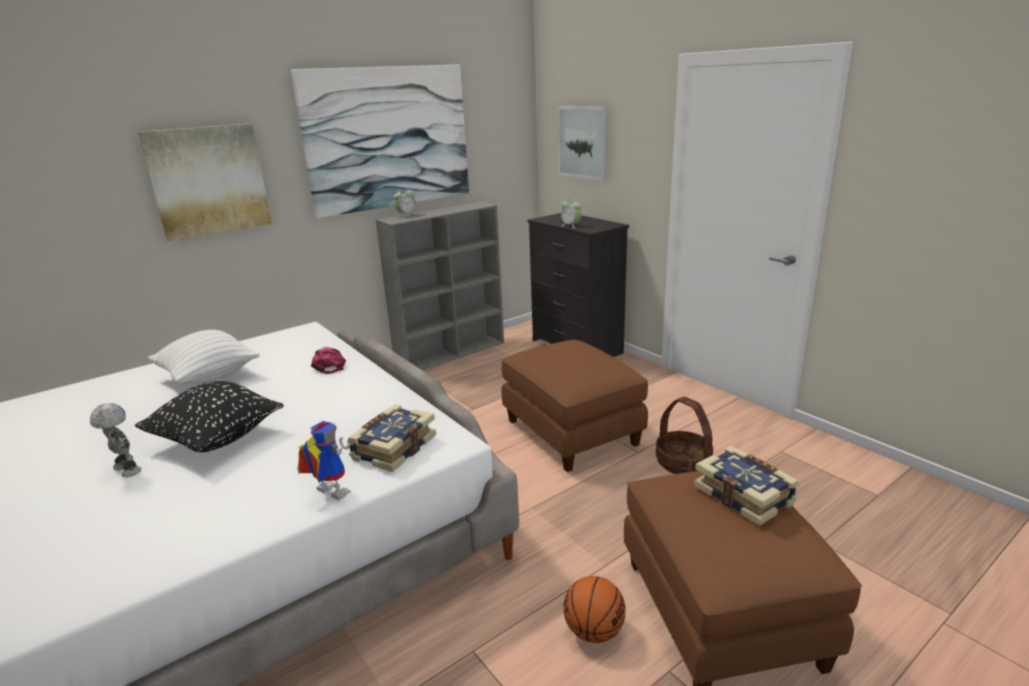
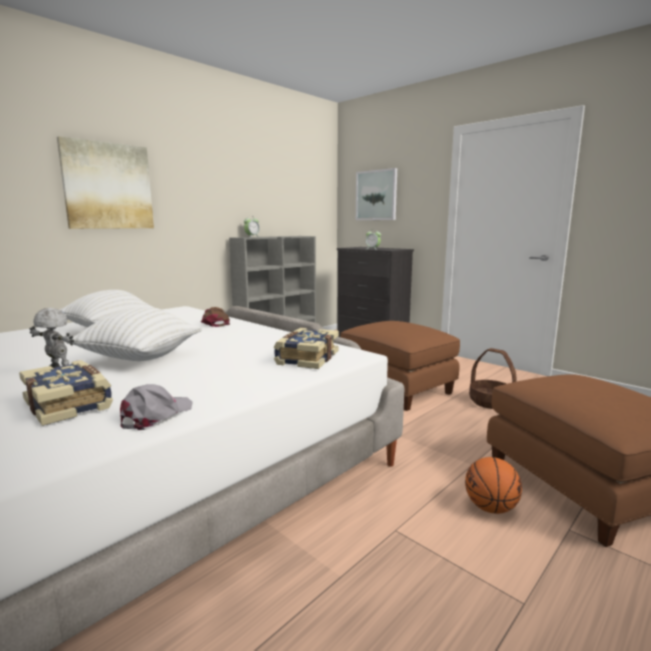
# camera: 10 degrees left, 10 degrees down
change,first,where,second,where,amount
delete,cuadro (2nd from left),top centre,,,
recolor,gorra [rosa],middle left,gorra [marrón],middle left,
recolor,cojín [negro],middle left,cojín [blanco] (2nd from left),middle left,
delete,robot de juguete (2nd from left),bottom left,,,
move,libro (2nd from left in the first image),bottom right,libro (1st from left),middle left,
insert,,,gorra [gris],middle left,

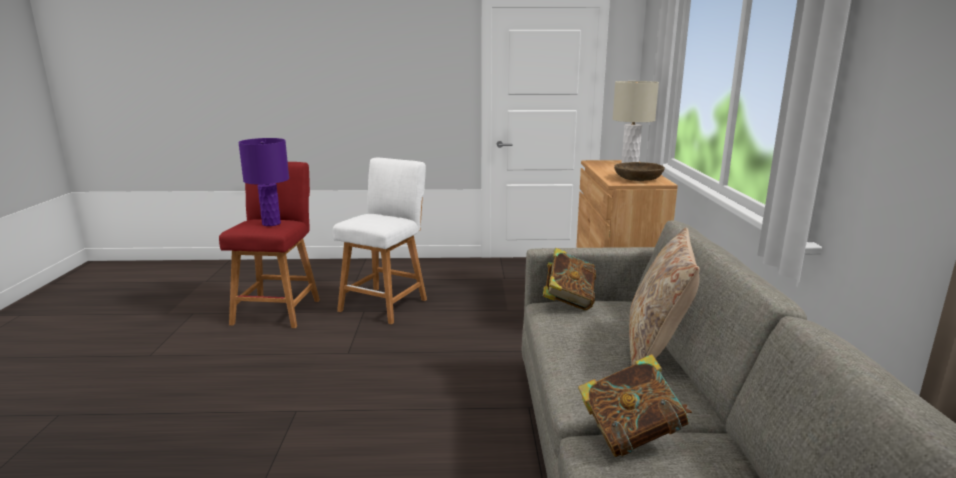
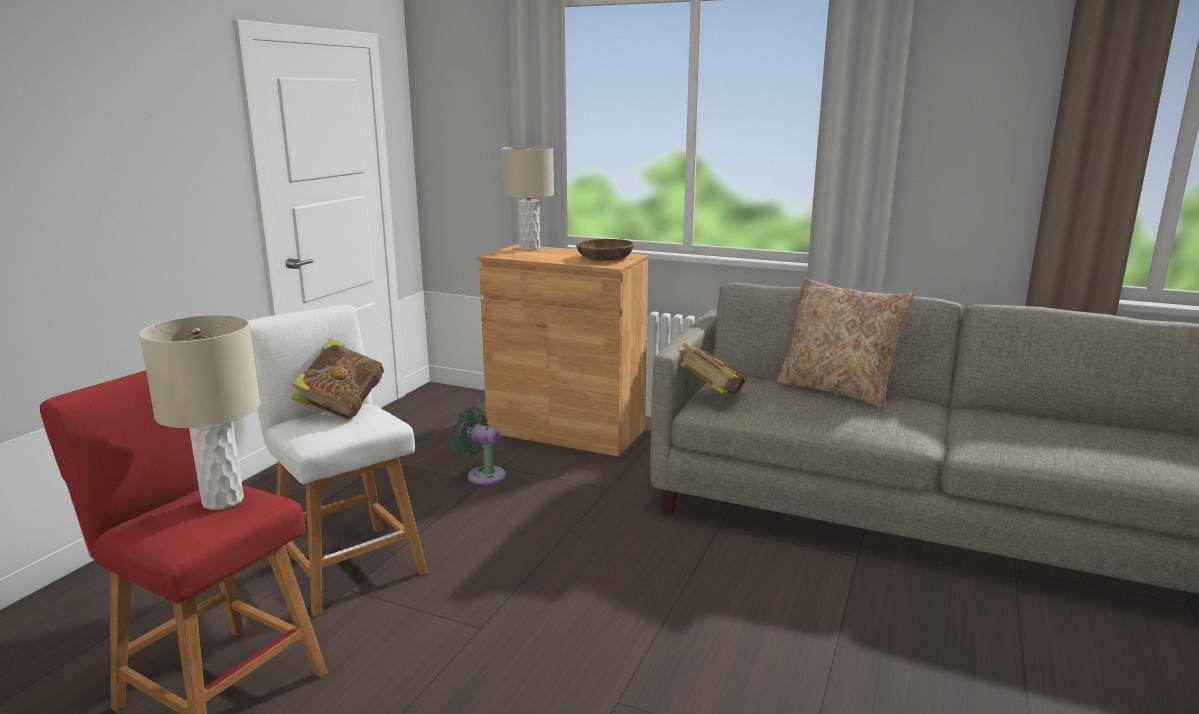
# camera: 65 degrees left, 0 degrees up
change,first,where,second,where,amount
recolor,lámpara de mesa [morado],middle left,lámpara de mesa [beis] (1st from left),middle left,
move,libro (2nd from left in the first image),bottom centre,libro (1st from left),middle left,
insert,,,ventilador [verde],centre,

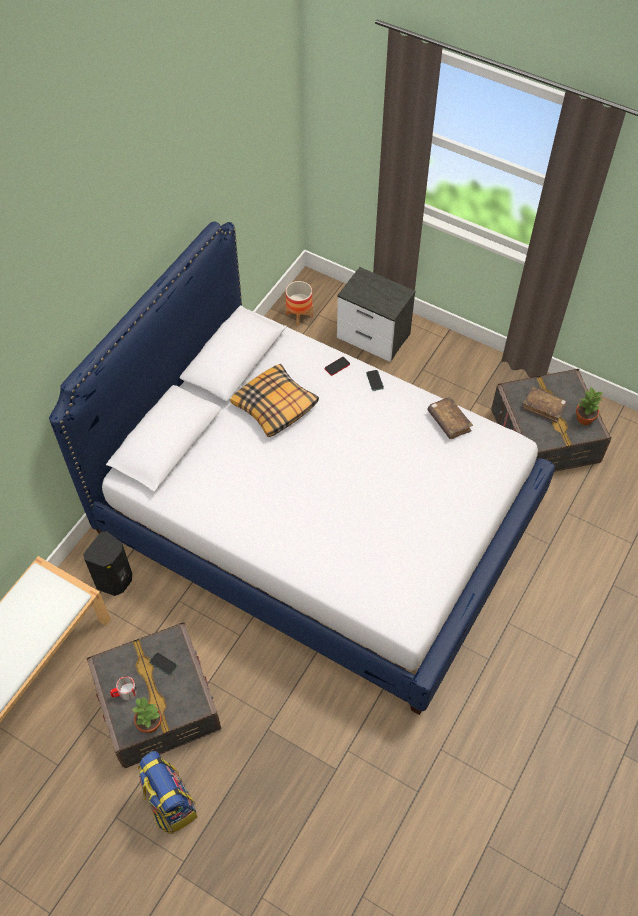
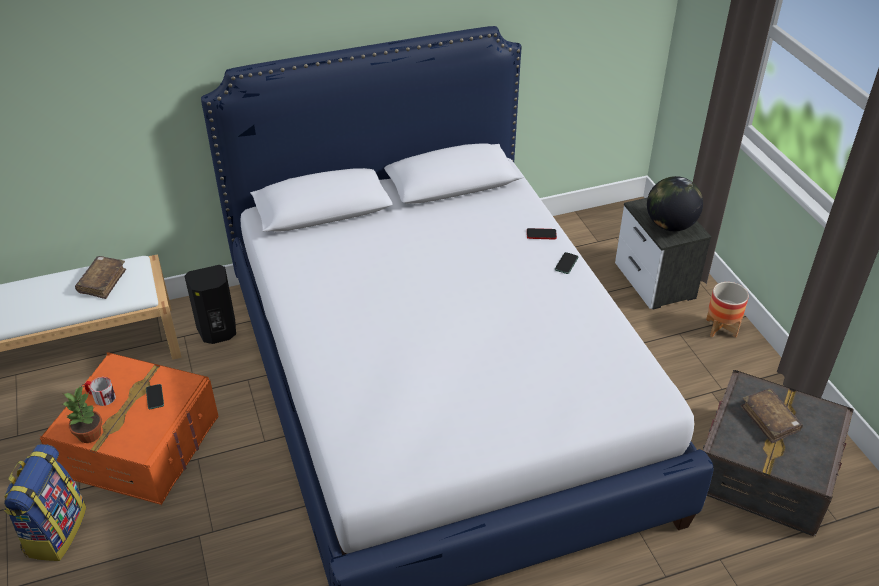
# camera: 40 degrees right, 15 degrees down
change,first,where,second,where,amount
move,maceta,top centre,,middle right,
delete,cojín,centre,,,
delete,planta en maceta (2nd from left),middle right,,,
move,libro [marrón] (1st from left),middle right,,middle left,
recolor,caja de almacenaje [gris] (1st from left),bottom left,caja de almacenaje [naranja],bottom left,
insert,,,globo terráqueo,middle right,

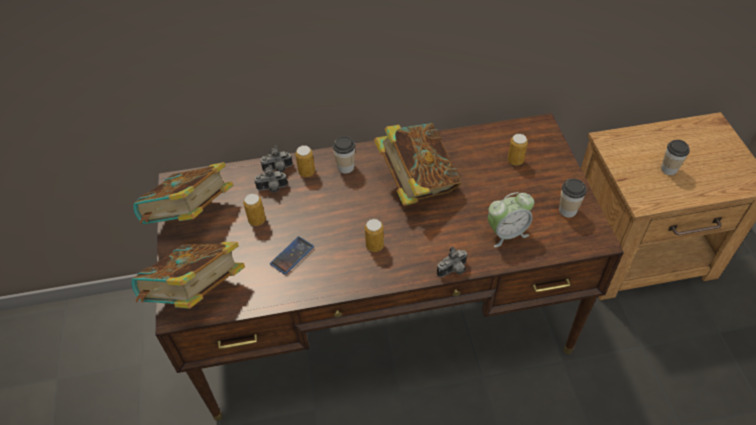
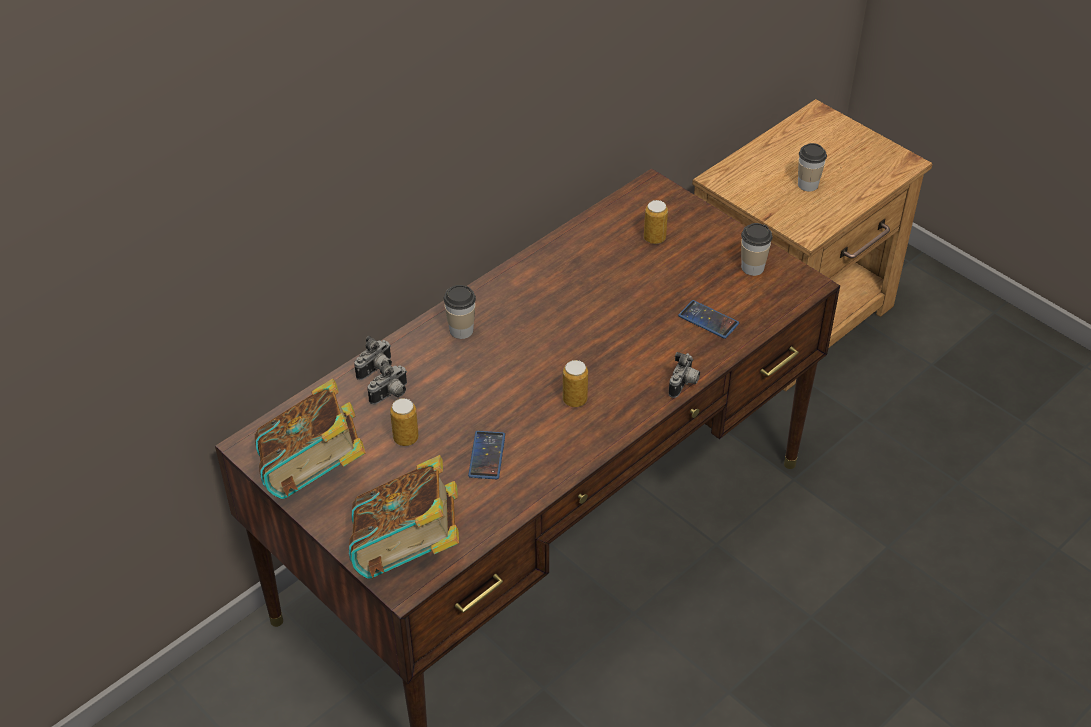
# camera: 35 degrees left, 5 degrees down
change,first,where,second,where,amount
delete,libro (3rd from left),centre,,,
delete,lata (2nd from left),centre,,,
replace,despertador,middle right,móvil (2nd from left),centre,

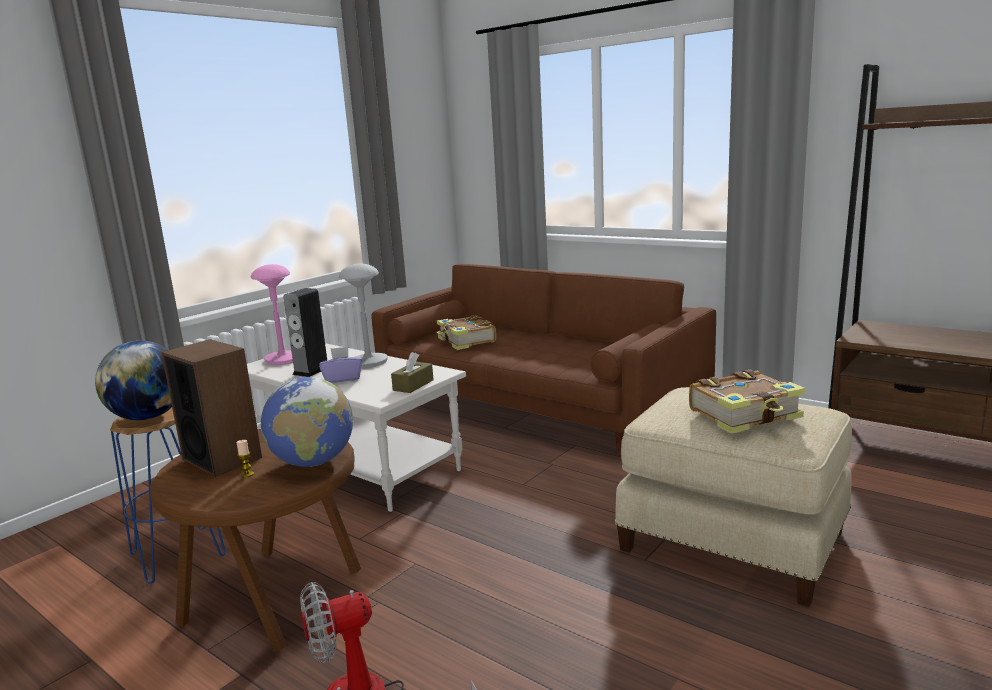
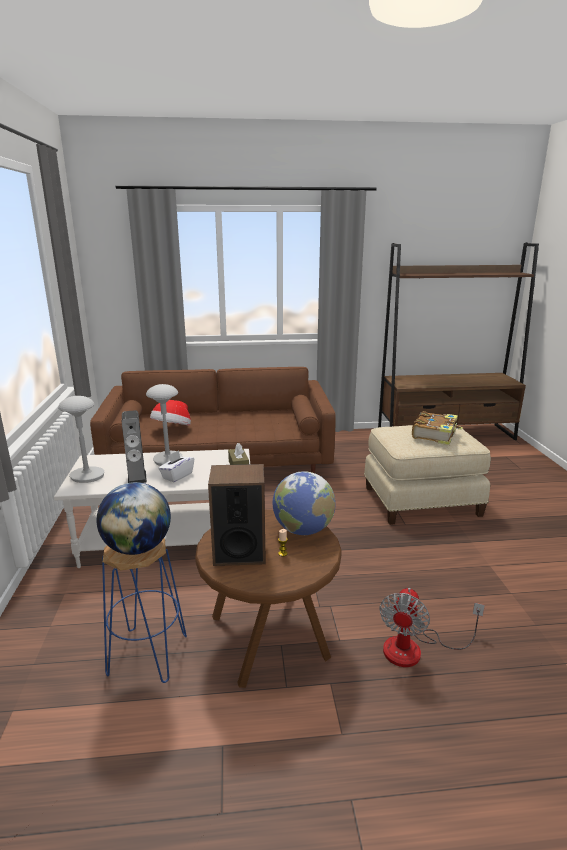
# camera: 45 degrees left, 5 degrees up
change,first,where,second,where,amount
recolor,lámpara de mesa [rosa],middle left,lámpara de mesa [gris] (1st from left),middle left,
replace,libro (1st from left),centre,sombrero,middle left,
recolor,caja de pañuelos [morado],centre,caja de pañuelos [blanco],middle left,

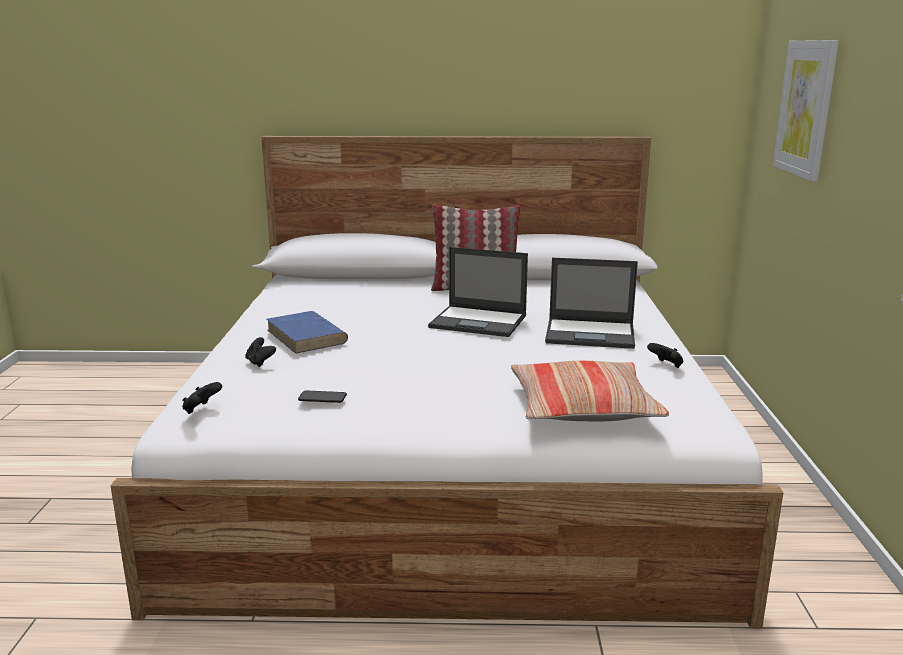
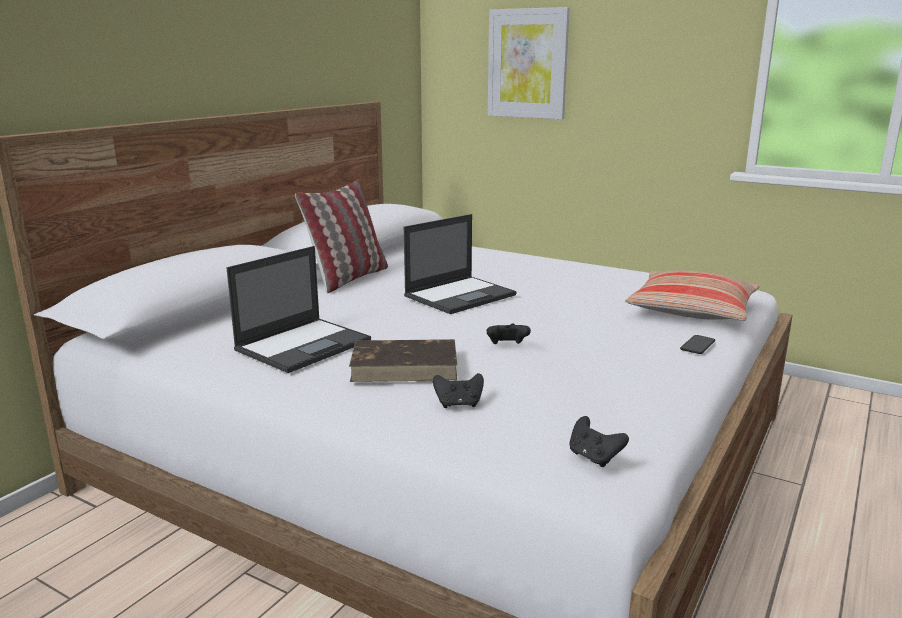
# camera: 60 degrees left, 0 degrees up
change,first,where,second,where,amount
move,portátil (2nd from left in the first image),centre,portátil (1st from left),middle left,
recolor,libro [azul],centre,libro [marrón],centre,
move,mando de consola [negro] (3rd from left in the first image),middle right,mando de consola [negro] (2nd from left),centre,
move,móvil,centre,,middle right,

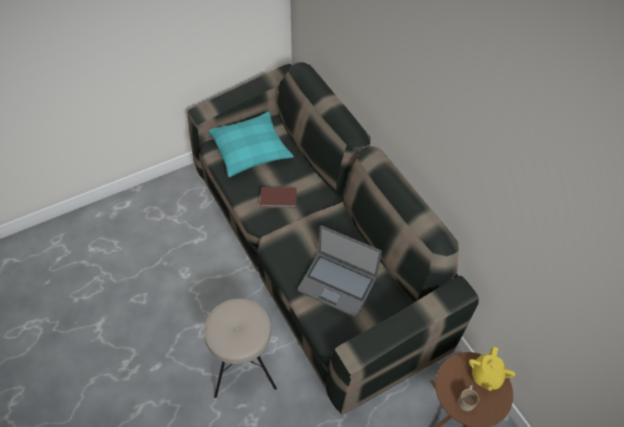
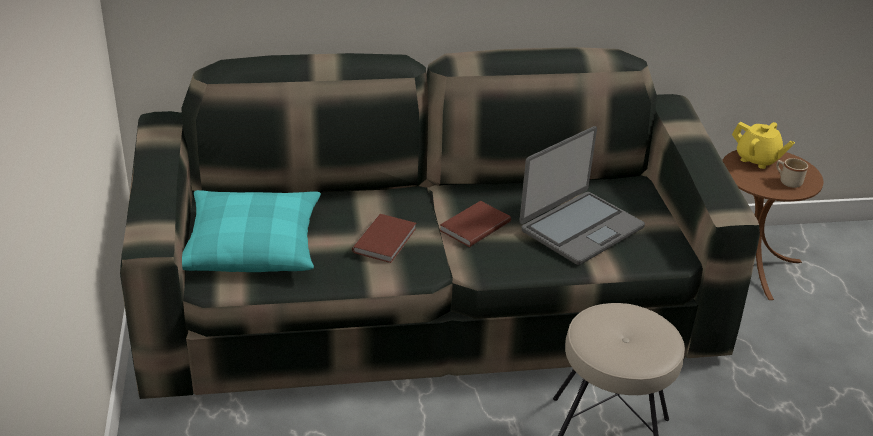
# camera: 70 degrees left, 20 degrees down
change,first,where,second,where,amount
insert,,,libro [marrón] (2nd from left),centre,

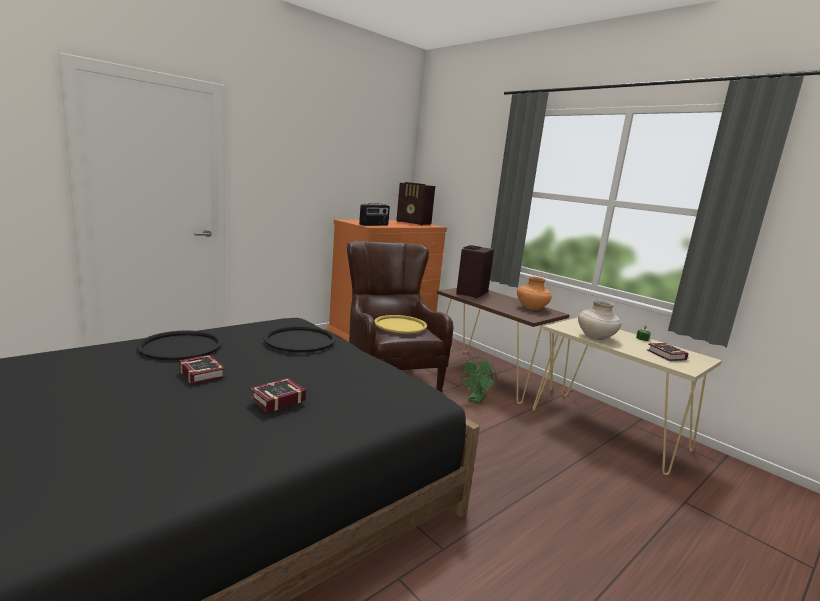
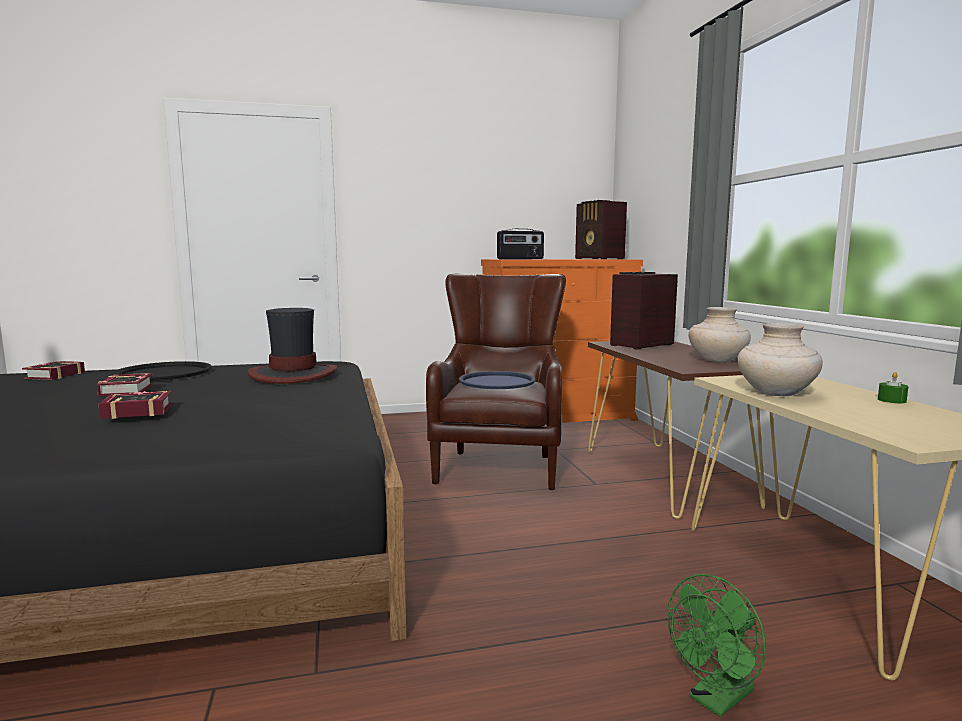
# camera: 30 degrees right, 5 degrees down
change,first,where,second,where,amount
recolor,florero [naranja],centre,florero [beis] (1st from left),middle right,
recolor,bandeja [amarillo],centre,bandeja [azul],centre,
replace,bandeja [negro] (2nd from left),centre,sombrero,middle left,
move,libro (3rd from left in the first image),middle right,libro (1st from left),middle left,
move,ventilador [verde],centre,,bottom right,

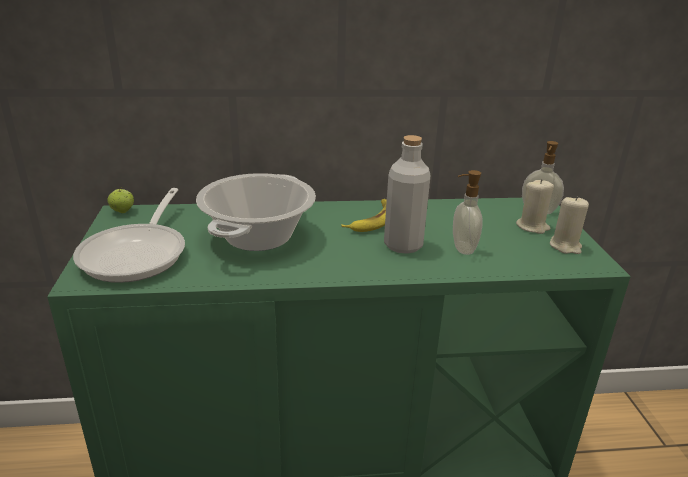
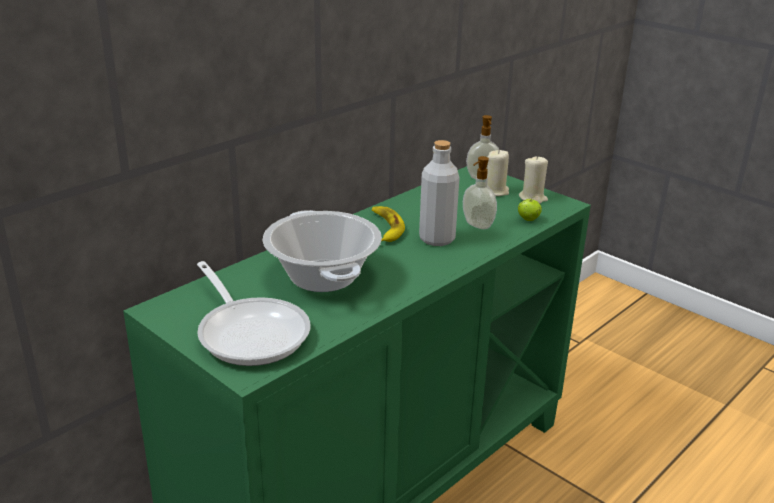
# camera: 40 degrees left, 0 degrees up
change,first,where,second,where,amount
move,manzana,middle left,,middle right,

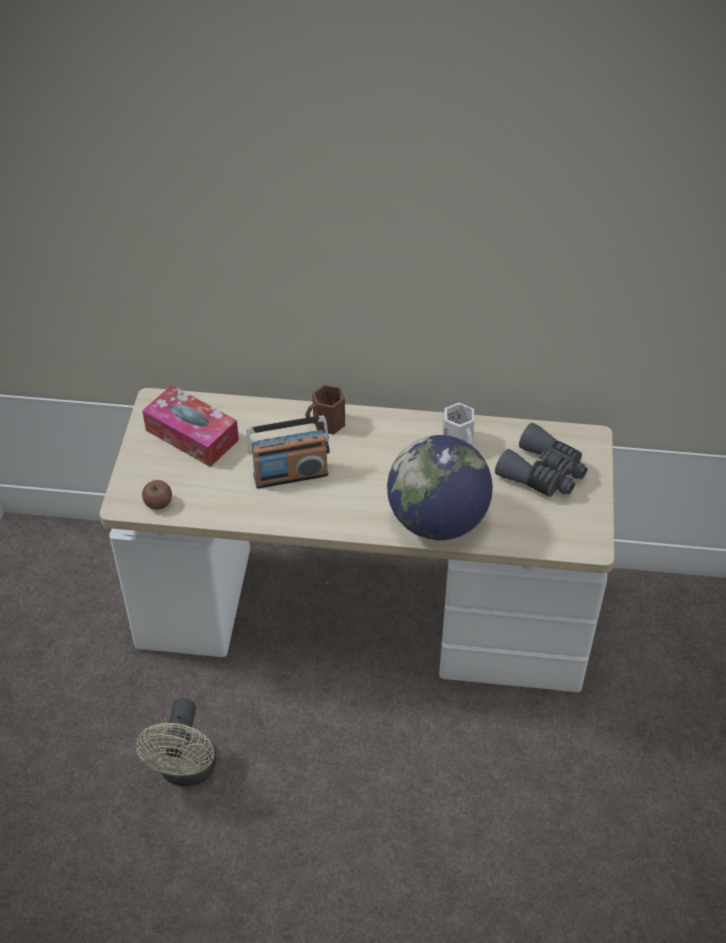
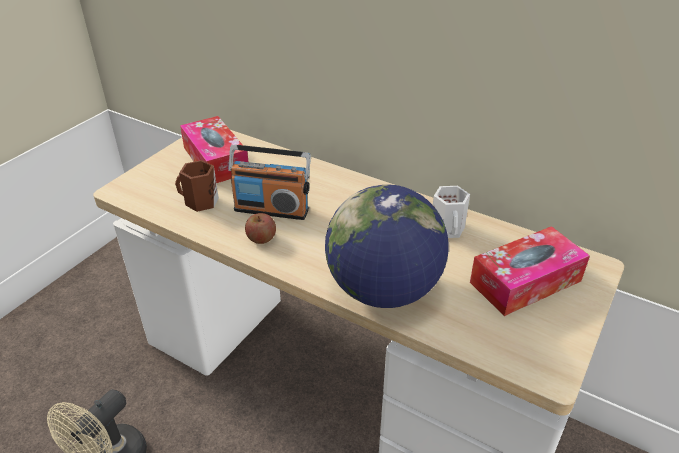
# camera: 25 degrees right, 10 degrees down
change,first,where,second,where,amount
move,taza grande [marrón],centre,,middle left,
replace,prismáticos [gris],middle right,caja de pañuelos (2nd from left),middle right,
move,manzana,middle left,,centre,

